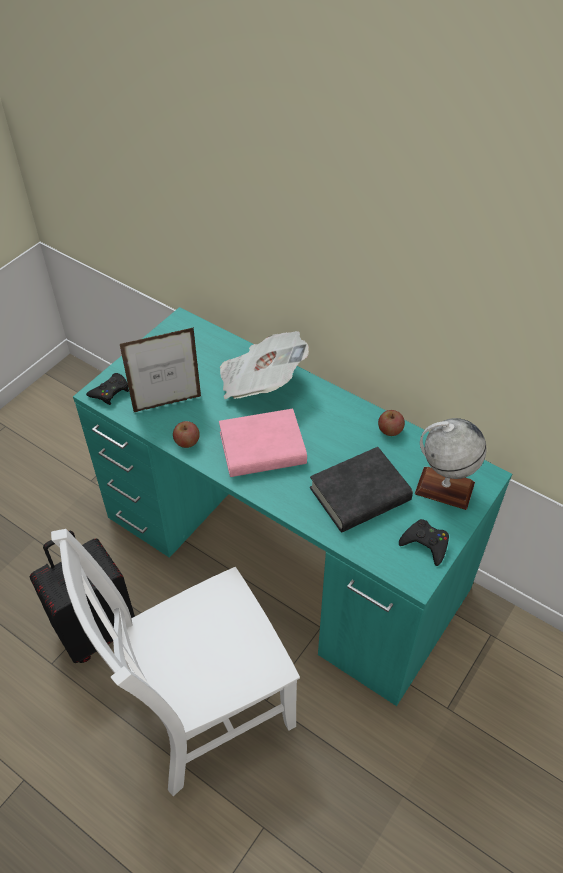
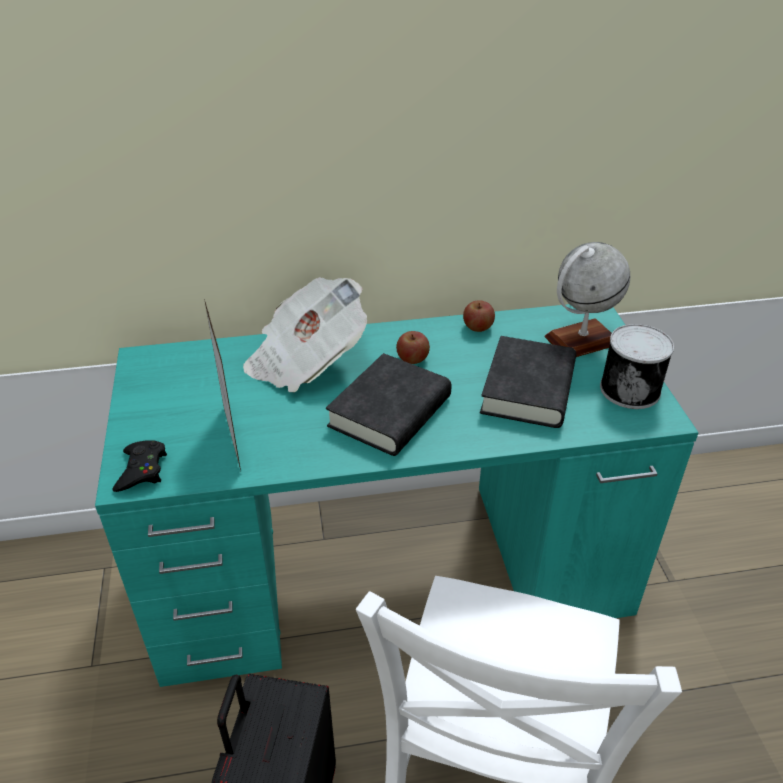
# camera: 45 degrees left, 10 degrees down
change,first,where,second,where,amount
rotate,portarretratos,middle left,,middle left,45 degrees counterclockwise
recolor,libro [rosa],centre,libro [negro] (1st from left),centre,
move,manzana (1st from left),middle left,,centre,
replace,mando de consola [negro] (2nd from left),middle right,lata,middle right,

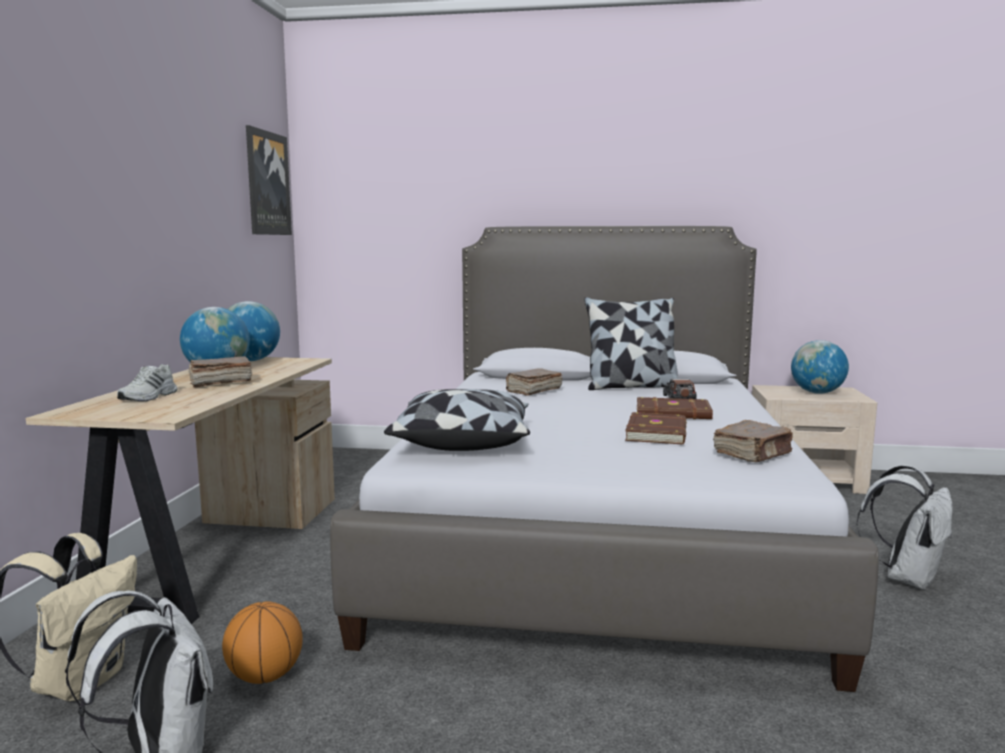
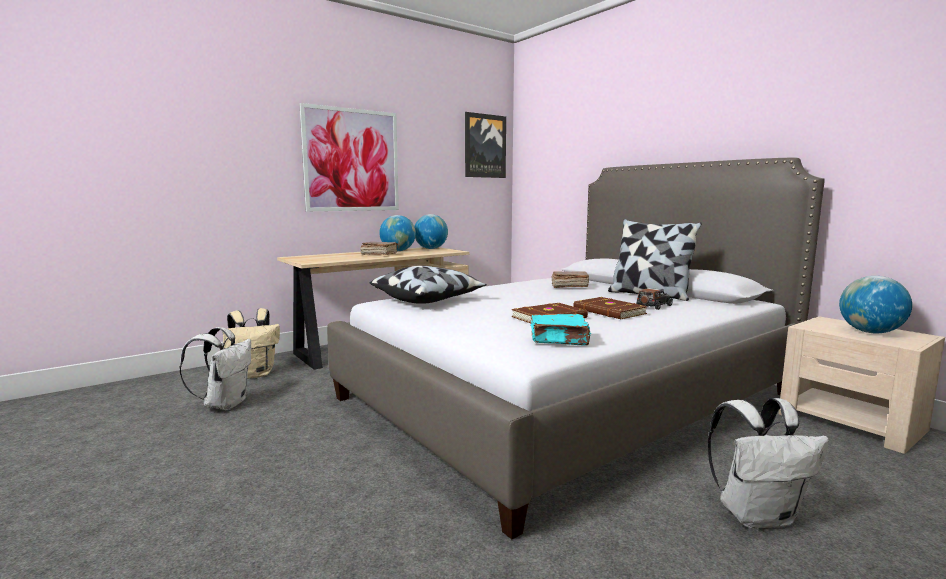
# camera: 45 degrees right, 0 degrees up
change,first,where,second,where,amount
delete,zapato [blanco],middle left,,,
recolor,libro [marrón] (5th from left),middle right,libro [turquesa],centre,
delete,balón de baloncesto,bottom left,,,
insert,,,cuadro (1st from left),top centre,

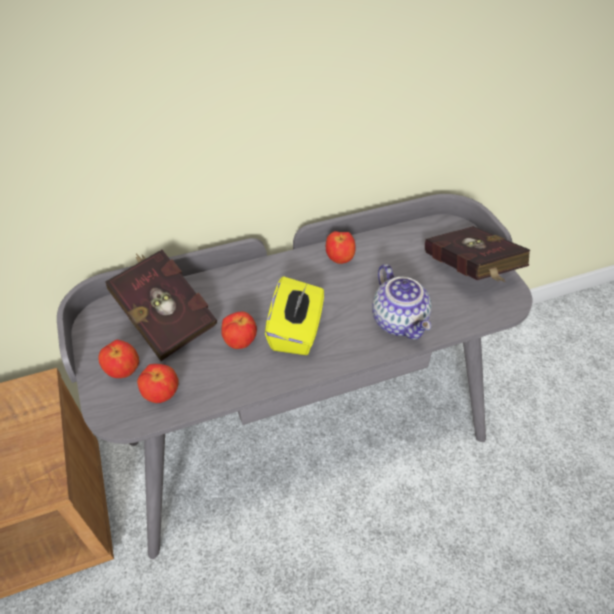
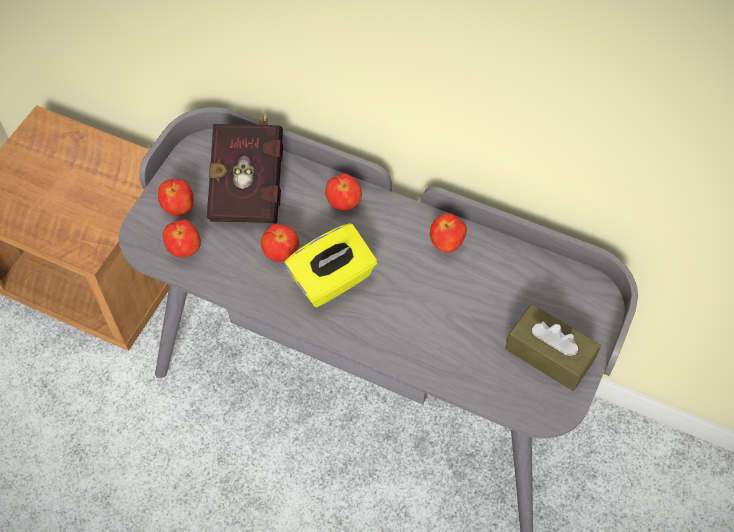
# camera: 45 degrees right, 10 degrees up
change,first,where,second,where,amount
replace,libro [rojo] (2nd from left),middle right,caja de pañuelos [marrón],middle right,
delete,tetera,centre,,,
insert,,,manzana (4th from left),centre,

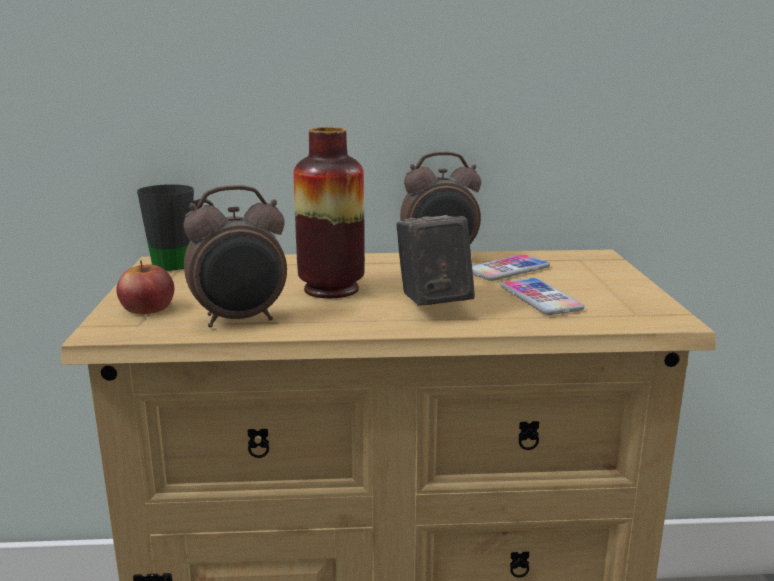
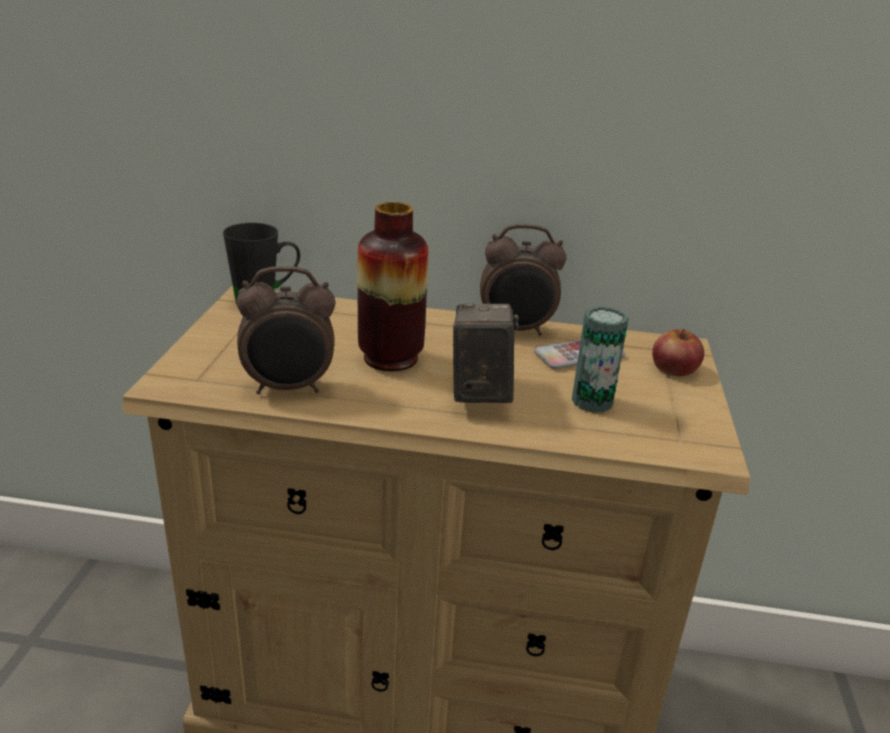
# camera: 10 degrees right, 10 degrees up
change,first,where,second,where,amount
move,manzana,middle left,,middle right,
replace,móvil (2nd from left),middle right,lata,middle right,

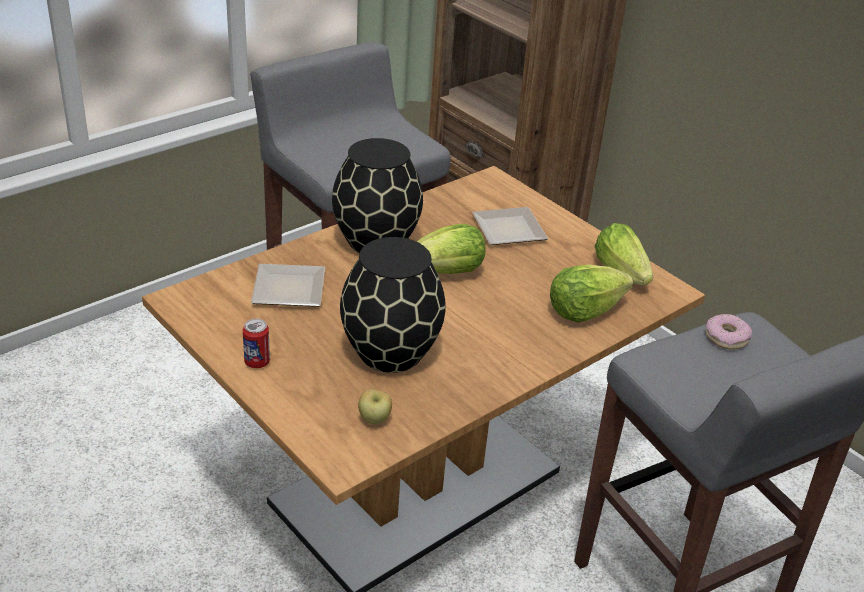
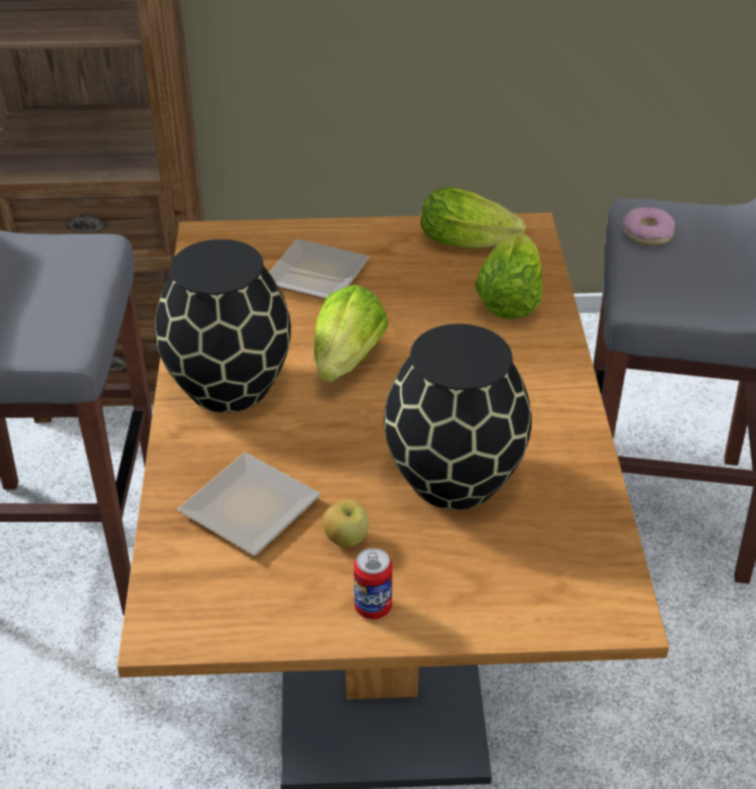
# camera: 50 degrees left, 5 degrees up
change,first,where,second,where,amount
move,manzana,bottom centre,,centre,

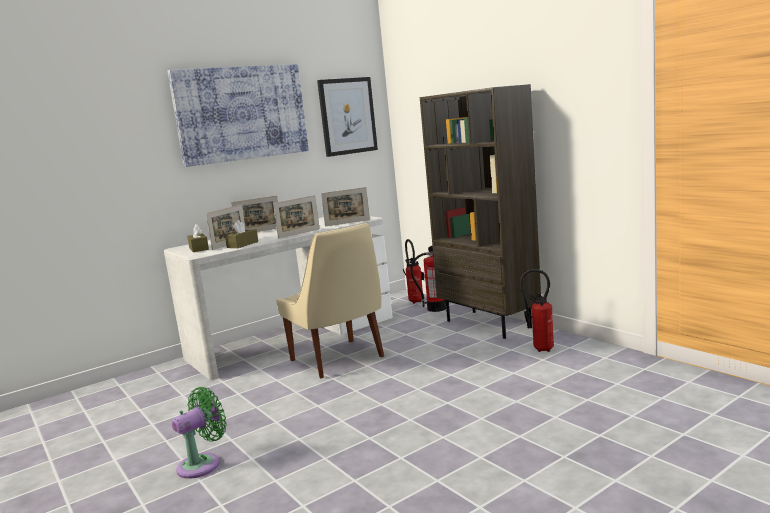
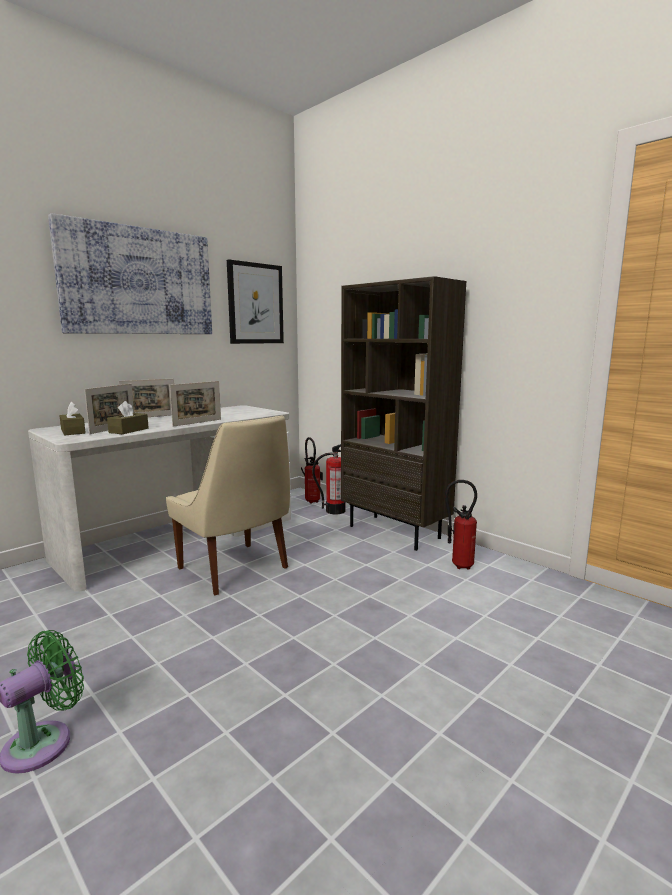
# camera: 10 degrees left, 0 degrees up
change,first,where,second,where,amount
delete,portarretratos (4th from left),centre,,,

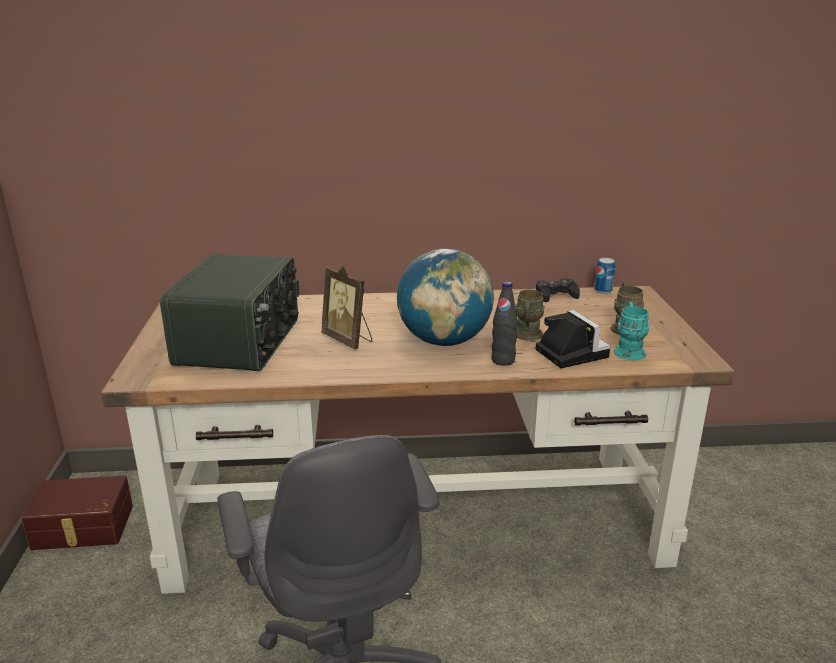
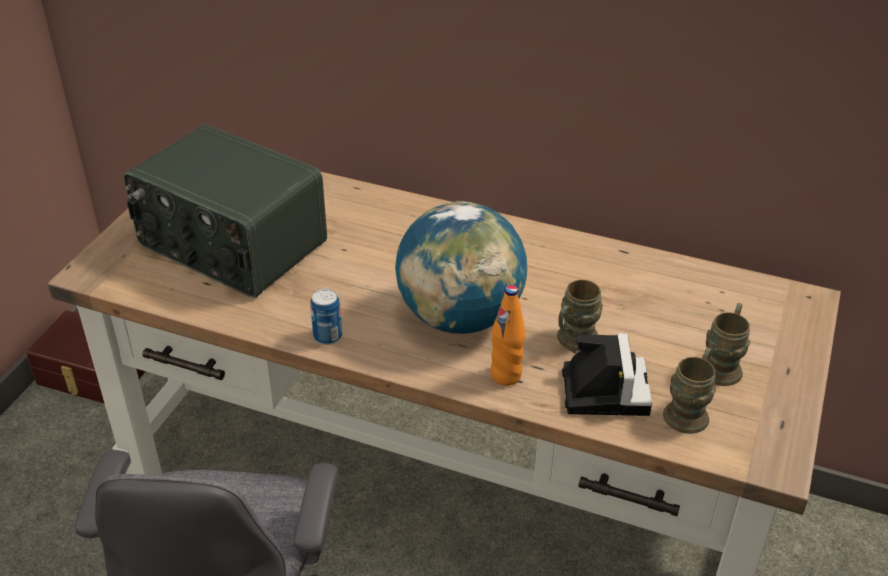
# camera: 25 degrees right, 15 degrees up
change,first,where,second,where,amount
rotate,radio,middle left,,middle left,90 degrees clockwise
move,lata,middle right,,centre,
delete,portarretratos,centre,,,
delete,mando de consola [negro],middle right,,,
recolor,botella [negro],centre,botella [naranja],centre,
recolor,taza grande [turquesa],middle right,taza grande [marrón] (2nd from left),bottom right,

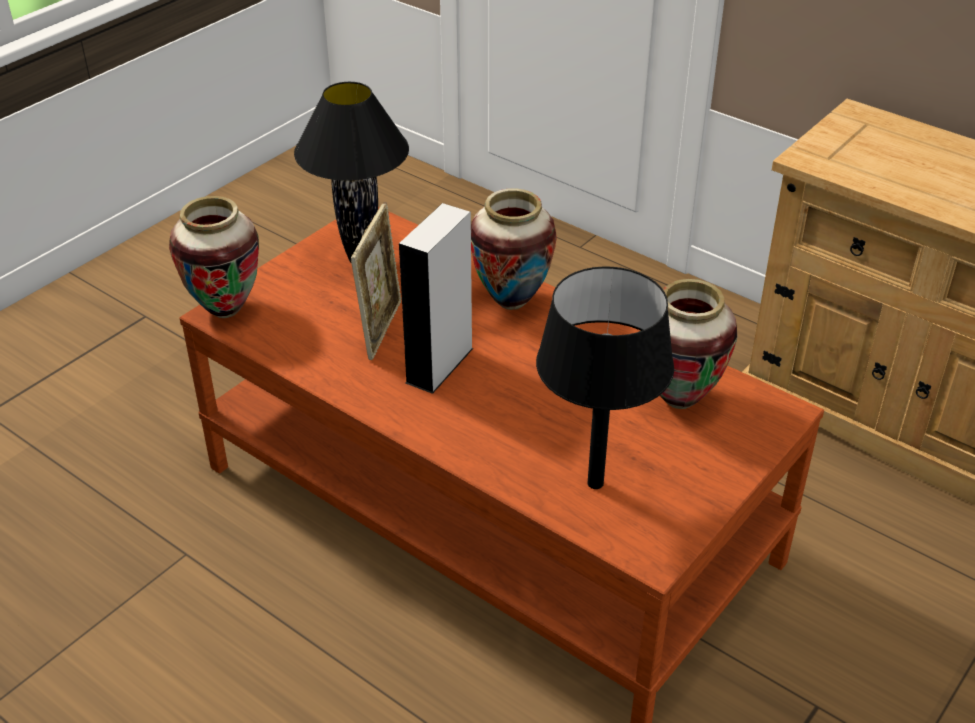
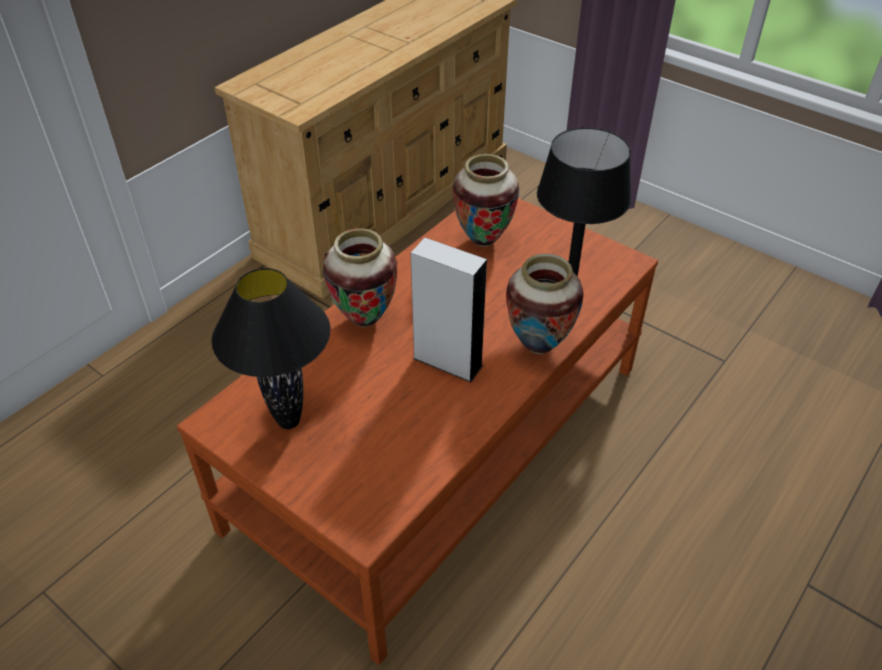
# camera: 90 degrees left, 5 degrees up
change,first,where,second,where,amount
move,florero (1st from left in the first image),middle left,florero (3rd from left),centre,
delete,portarretratos,centre,,,

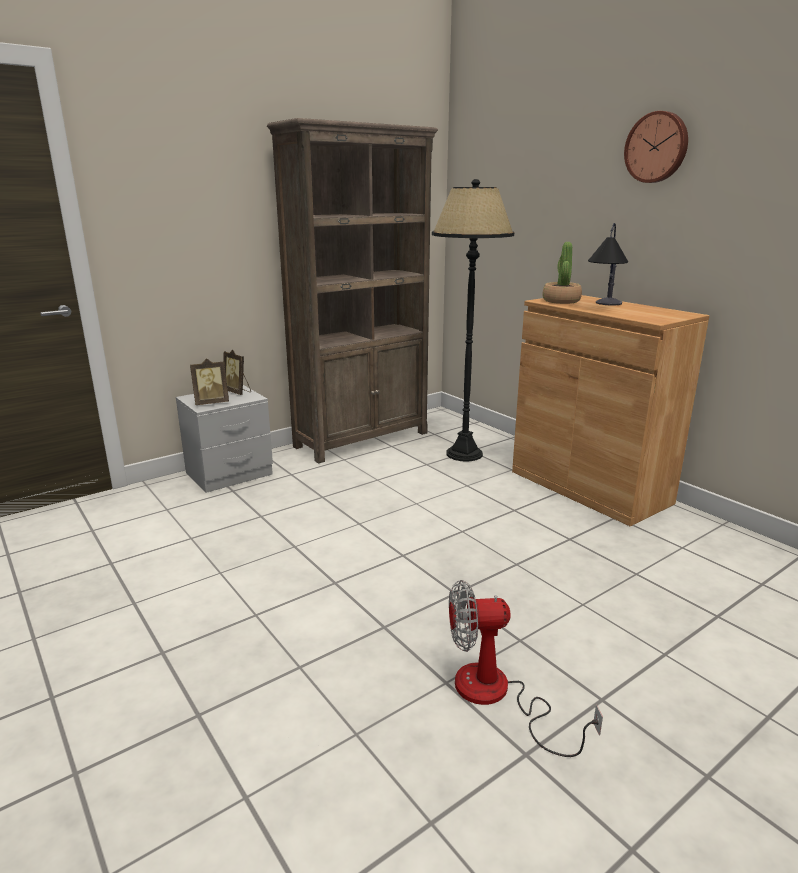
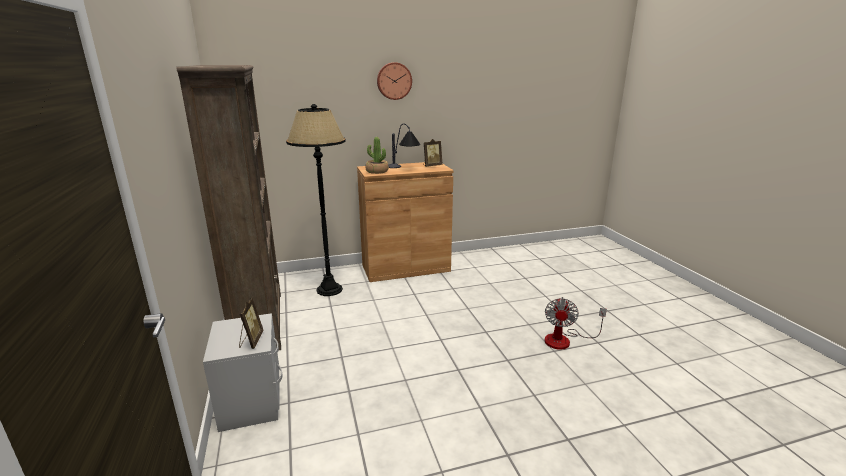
# camera: 70 degrees left, 0 degrees up
change,first,where,second,where,amount
move,portarretratos (2nd from left),middle left,,top centre,

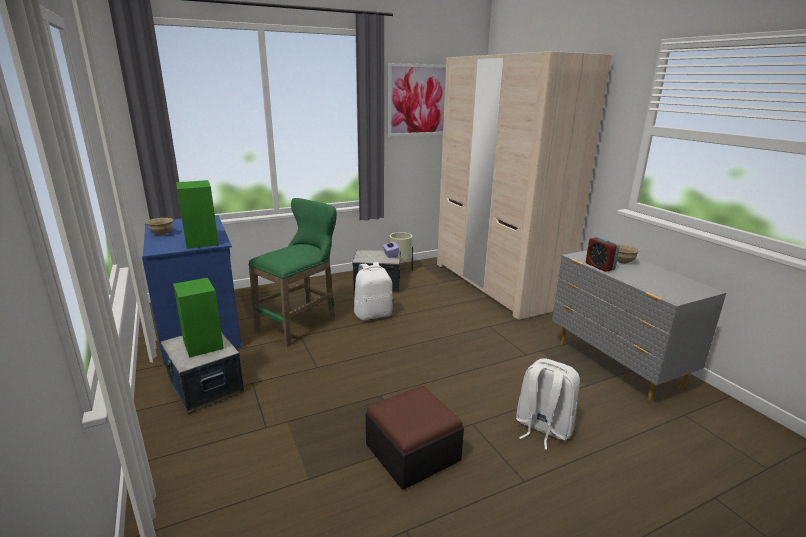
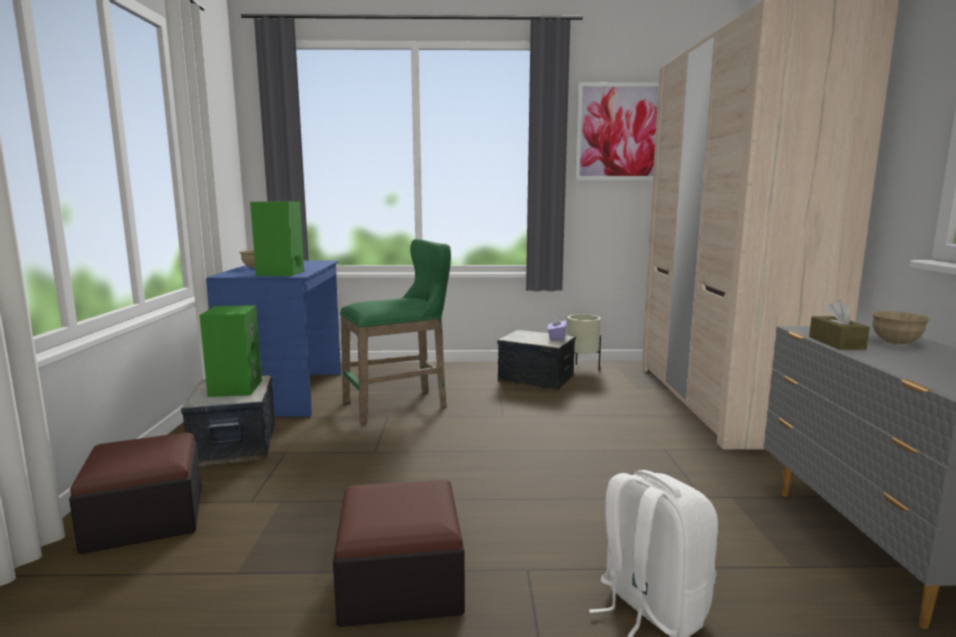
# camera: 25 degrees right, 10 degrees down
change,first,where,second,where,amount
replace,despertador,middle right,caja de pañuelos [marrón],middle right,
delete,mochila [blanco] (1st from left),centre,,,
insert,,,puf (1st from left),bottom left,

